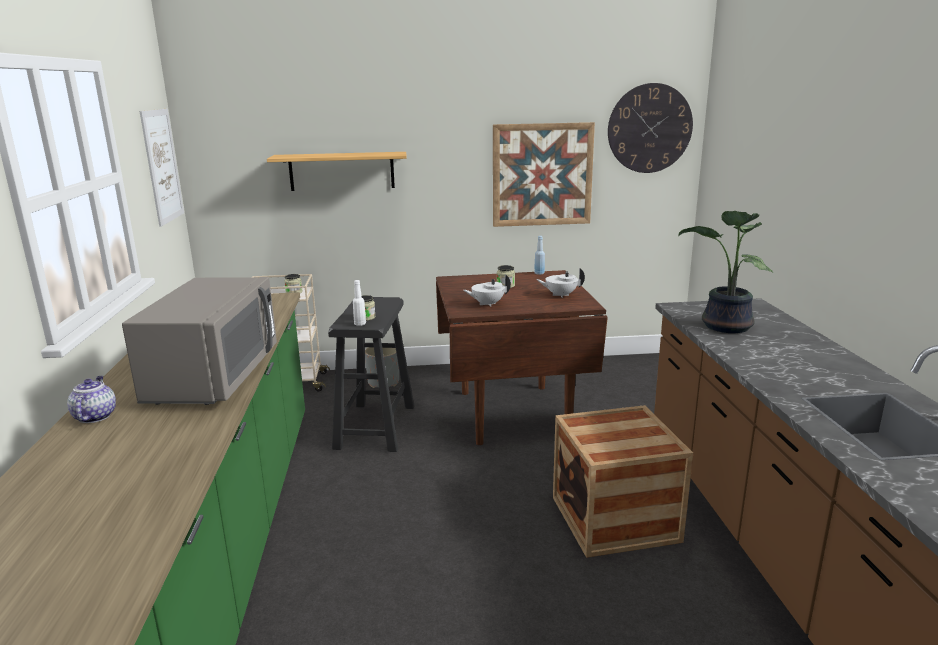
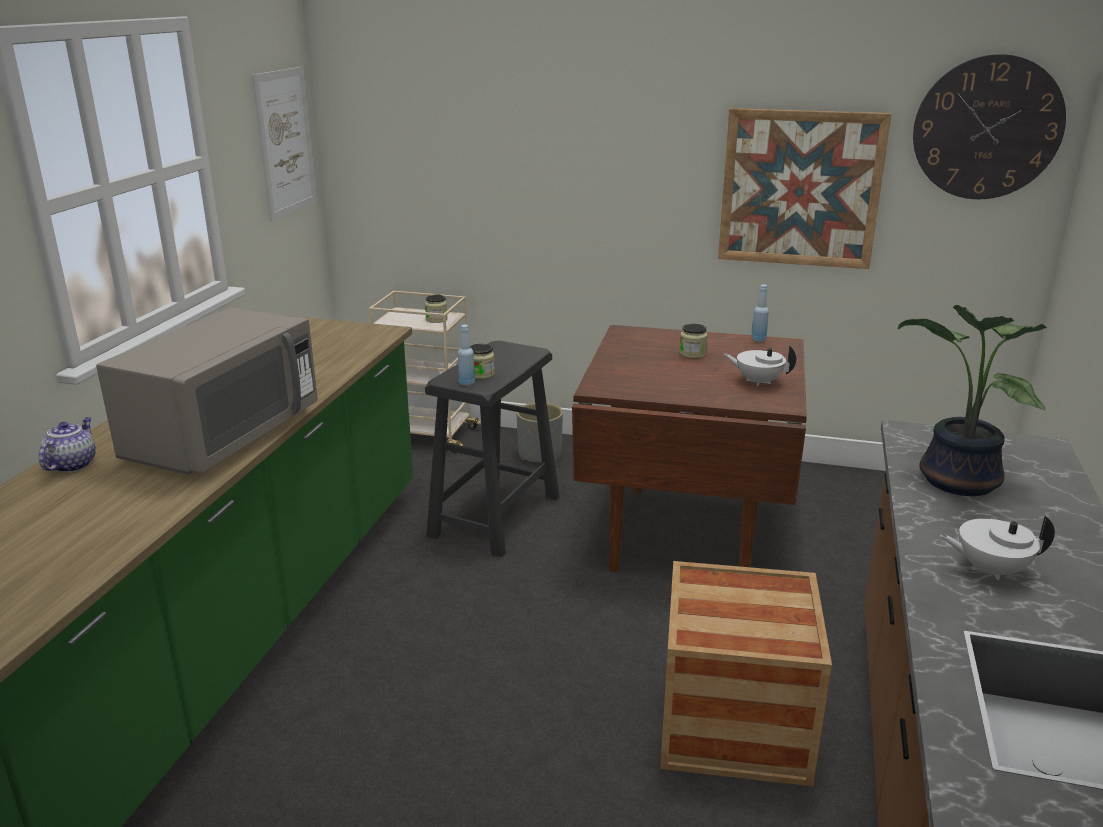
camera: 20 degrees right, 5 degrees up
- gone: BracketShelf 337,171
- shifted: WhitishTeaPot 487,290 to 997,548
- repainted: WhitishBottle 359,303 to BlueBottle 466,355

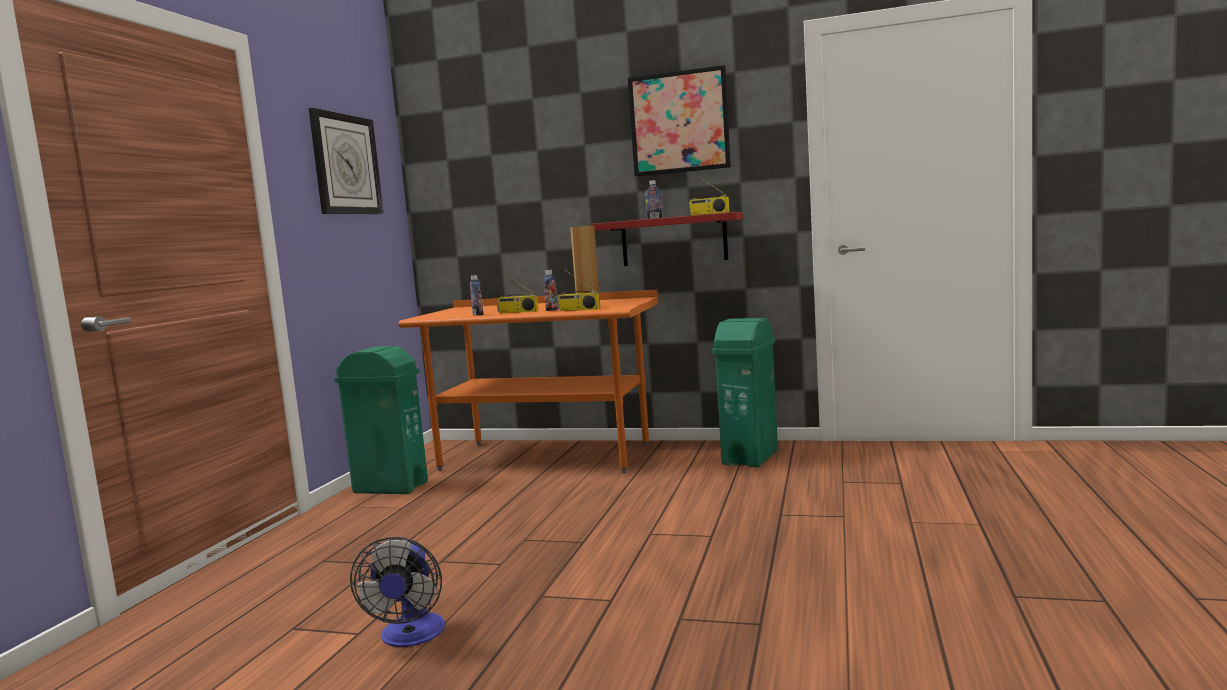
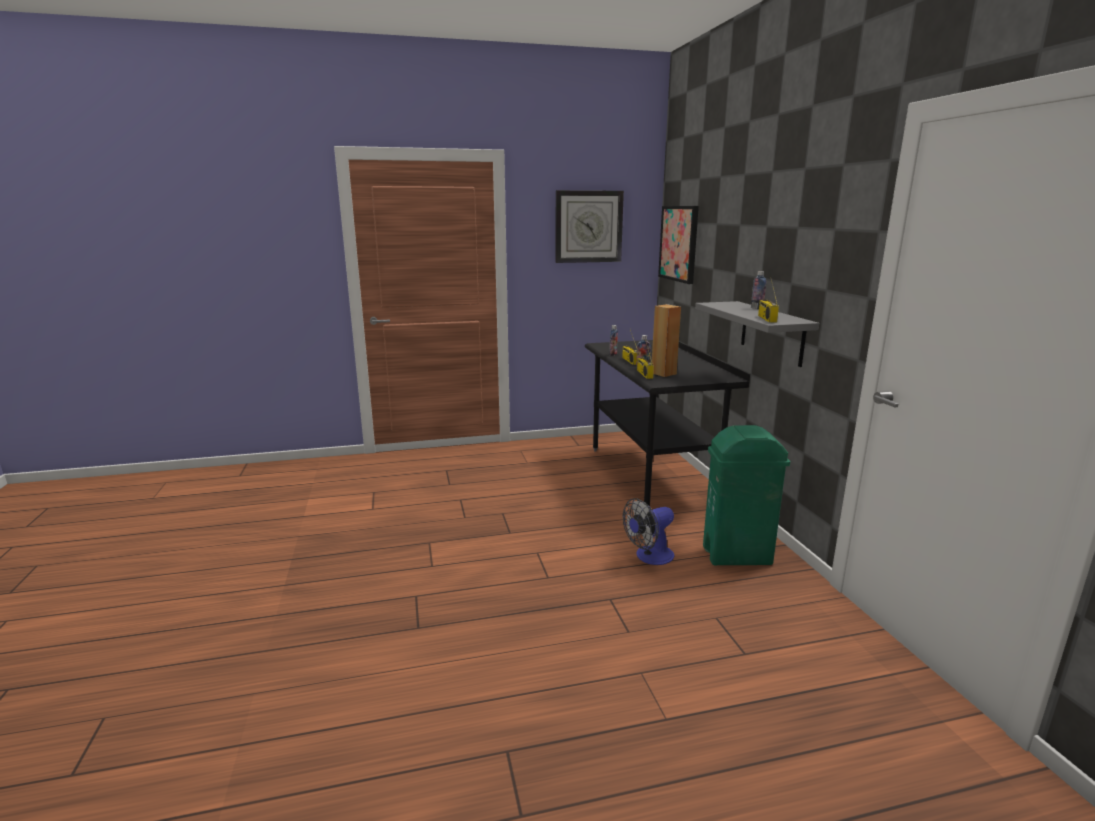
camera: 60 degrees right, 10 degrees up
- gone: GreenColouredWasteBin 381,420
- shifted: CoolingFan 397,592 to 648,531
- shifted: WallPicture 679,120 to 678,245
- repainted: OrangeyDesk 528,381 to BlackishDesk 667,423
- repainted: RedColouredBracketShelf 667,239 to GrayBracketShelf 757,334

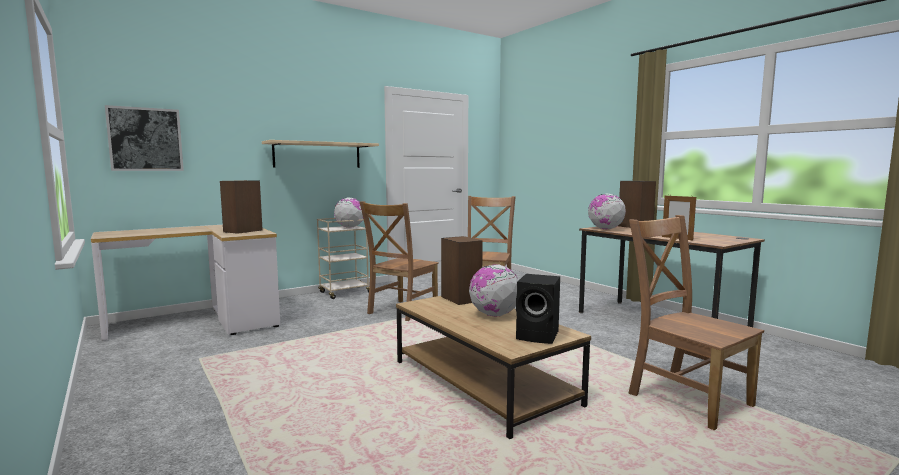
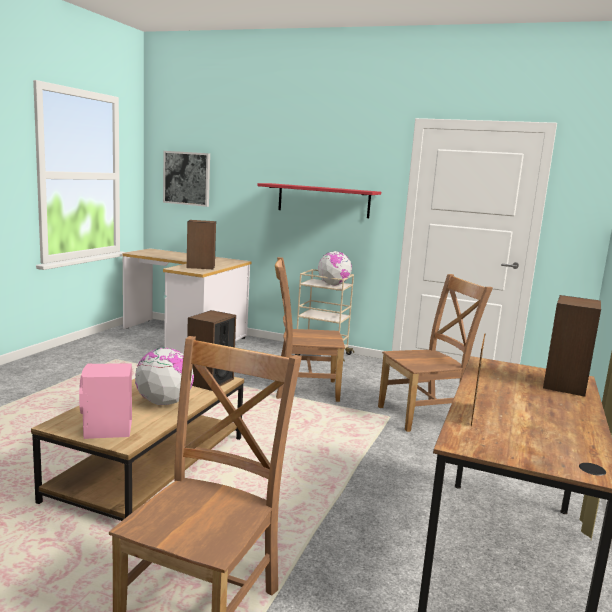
camera: 55 degrees right, 5 degrees up
- gone: Globe 607,211
- repainted: SandColouredBracketShelf 320,154 to RedColouredBracketShelf 319,200
- repainted: BlackishLoudspeaker 538,309 to PinkishLoudspeaker 105,401

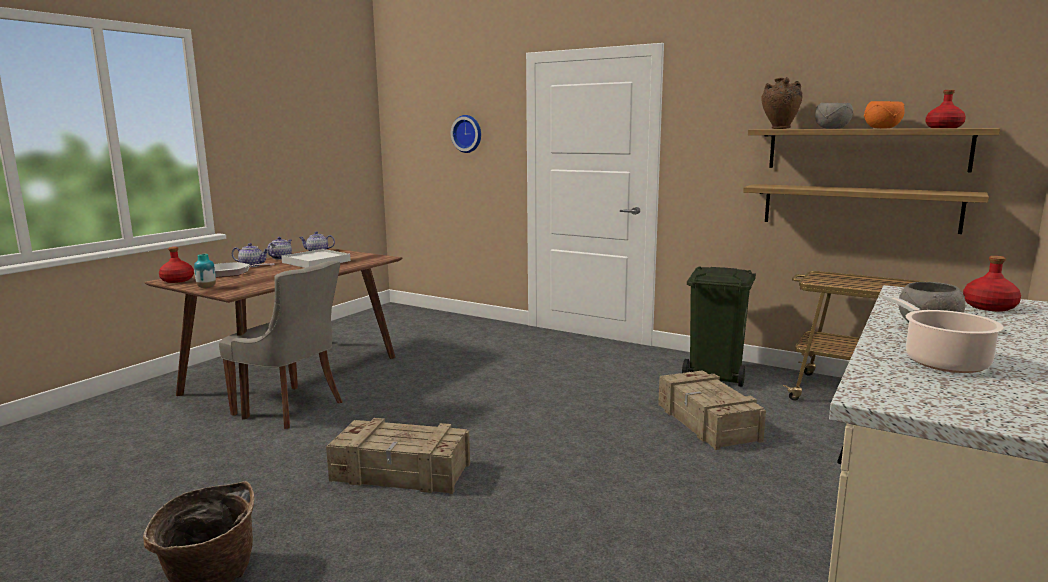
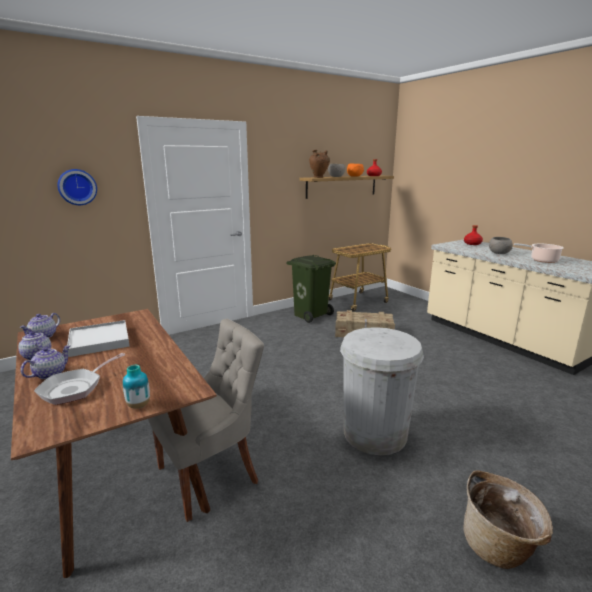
camera: 65 degrees left, 5 degrees up
- gone: RedColouredBottle 176,265
- gone: BracketShelf 866,209
- swapped: ShippingCrate 398,456 to WhitishWasteBin 382,391

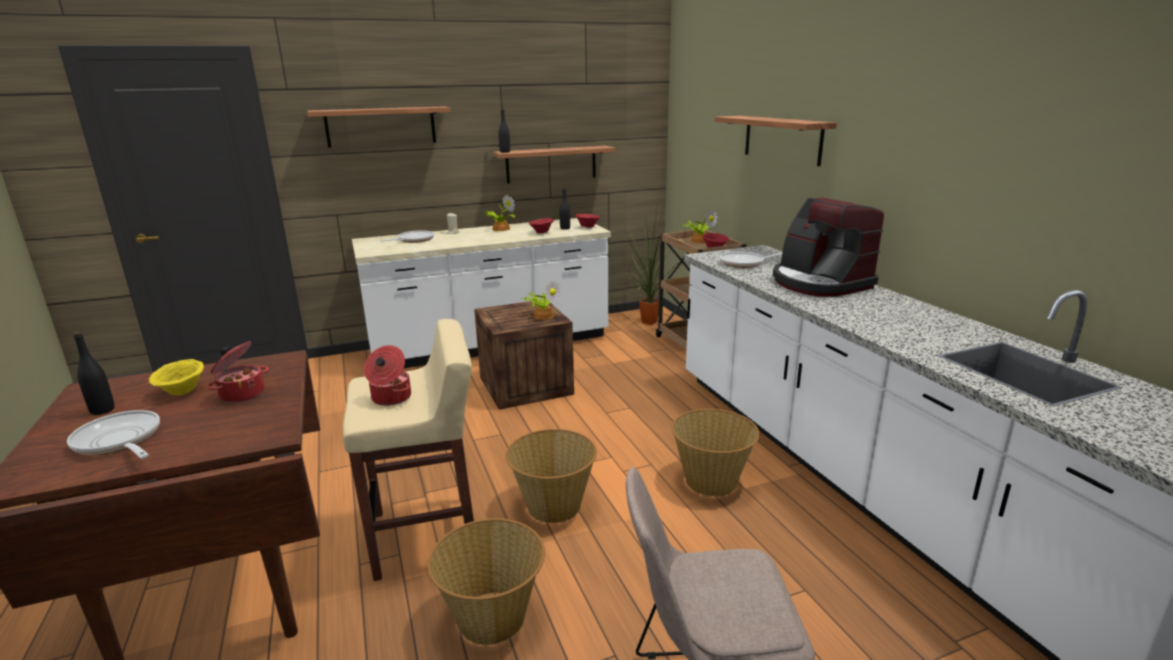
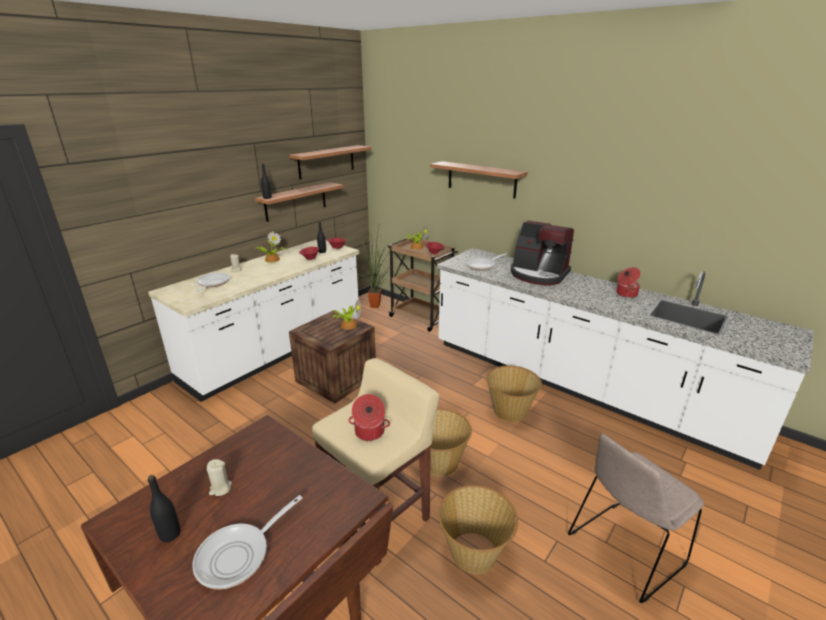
camera: 30 degrees left, 5 degrees up
- shifted: Saucepot 237,372 to 628,282
- shifted: BracketShelf 379,127 to 330,162
- swapped: YellowishServingBowl 176,377 to SandColouredWaxLight 219,477
- rotated: FryingPan 113,434 = 247,542 60 degrees counterclockwise

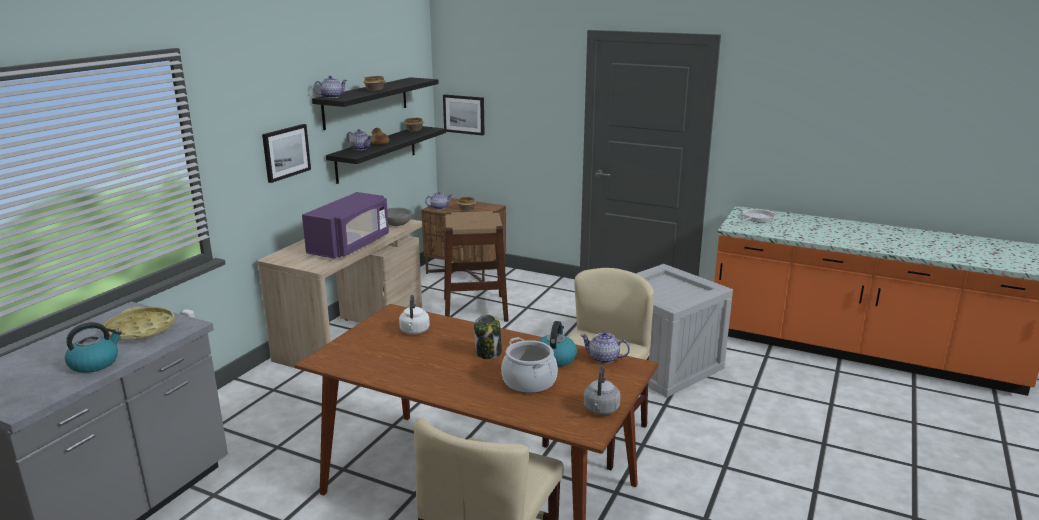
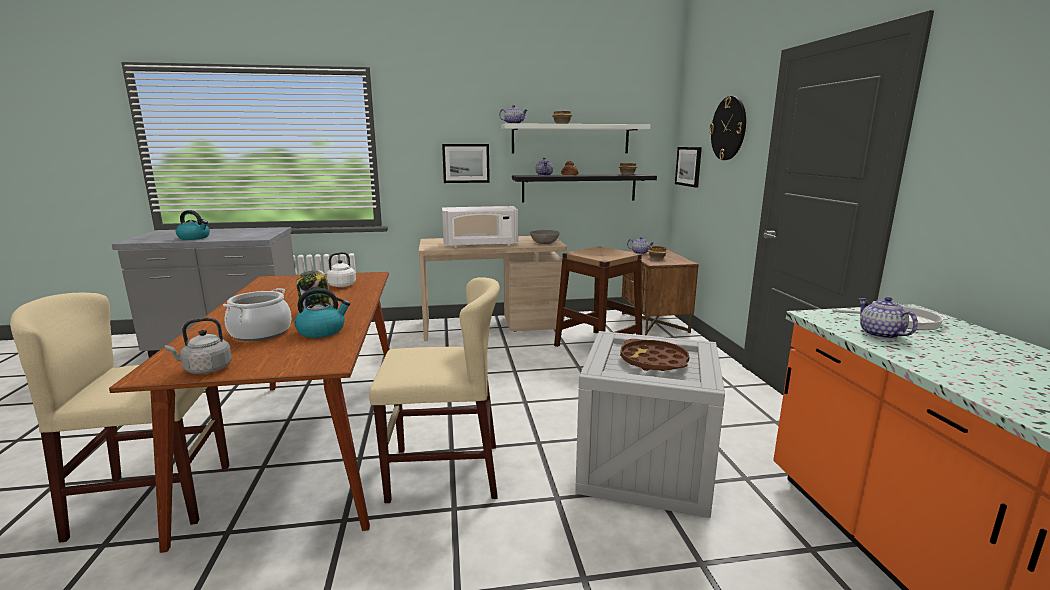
camera: 55 degrees right, 5 degrees down
- gone: YellowishCarryingTray 139,324
- new: BrownColouredCarryingTray 654,355
- new: WallClock 727,128
- shifted: TeaPot 605,347 to 888,318
- repainted: PurpleColouredKitchenMicrowave 345,225 to WhitishKitchenMicrowave 480,227
- repainted: BlackishBracketShelf 375,103 to WhitishBracketShelf 575,138

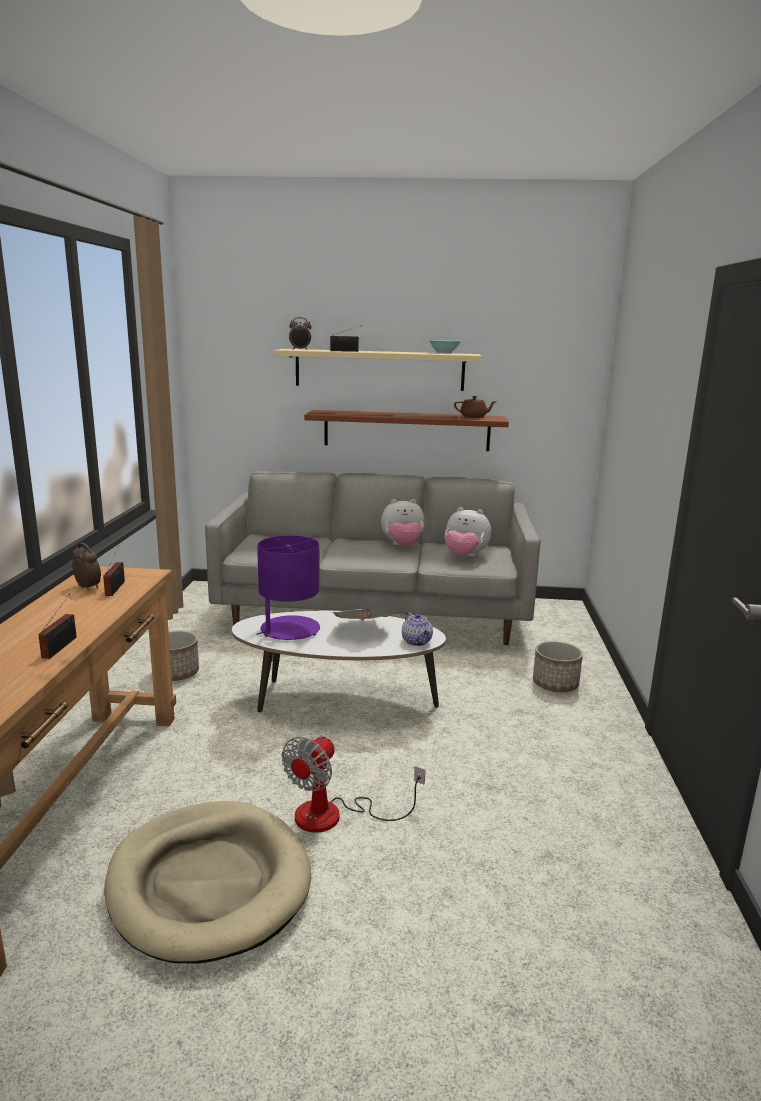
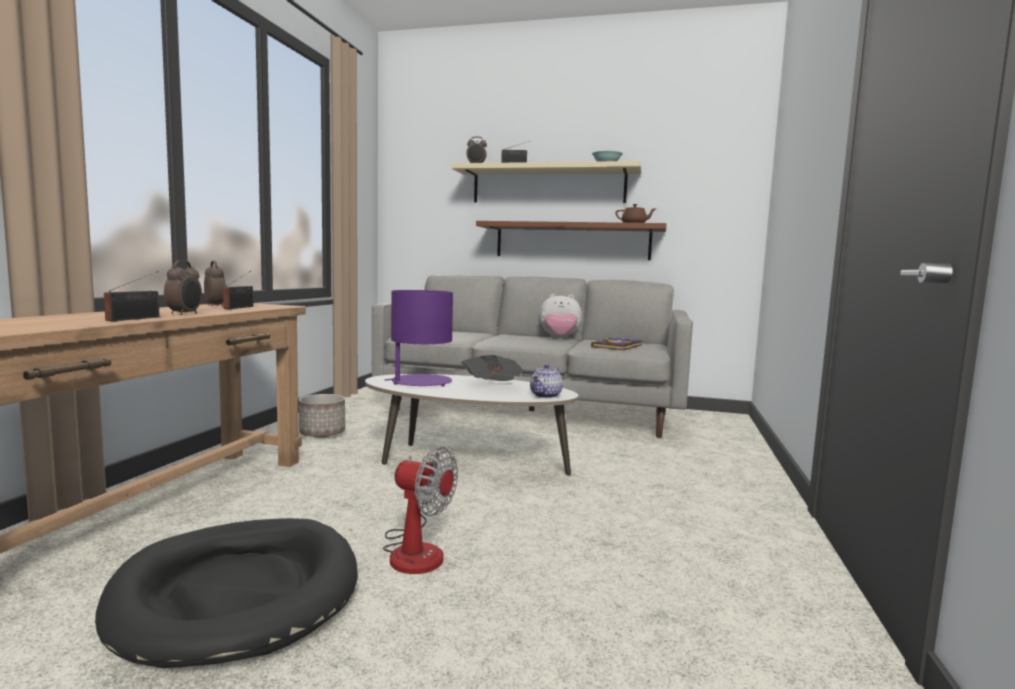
camera: 10 degrees right, 10 degrees down
- gone: FlowerPot 558,666
- new: TableClock 183,287
- swapped: SoftToy 468,532 to Volume 617,343
- repainted: SandColouredDogBed 208,882 to BlackishDogBed 226,593
- rotated: CoolingFan 353,784 = 420,510 105 degrees counterclockwise
- rotated: TeaPot 417,629 = 546,381 45 degrees clockwise

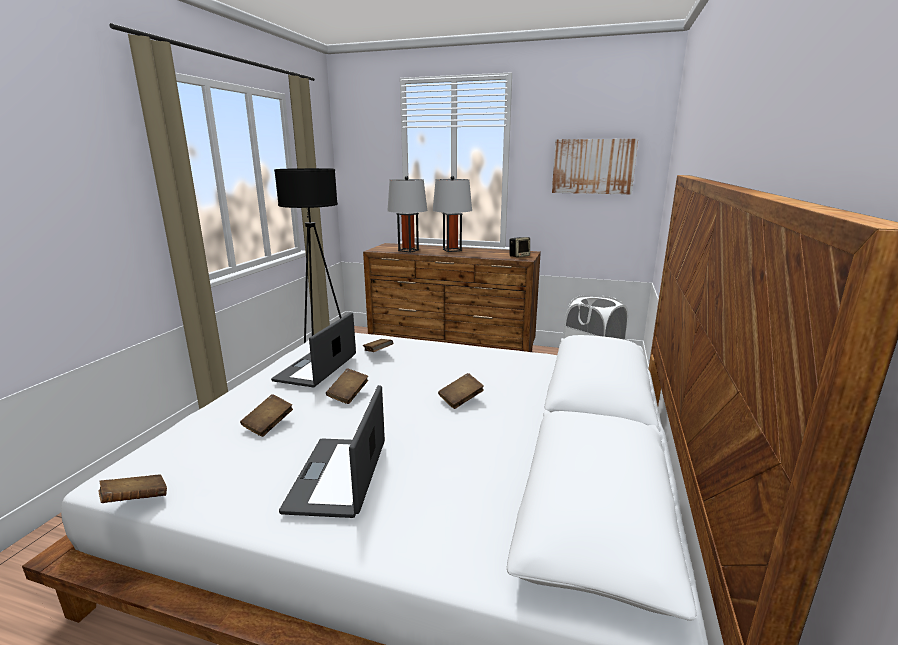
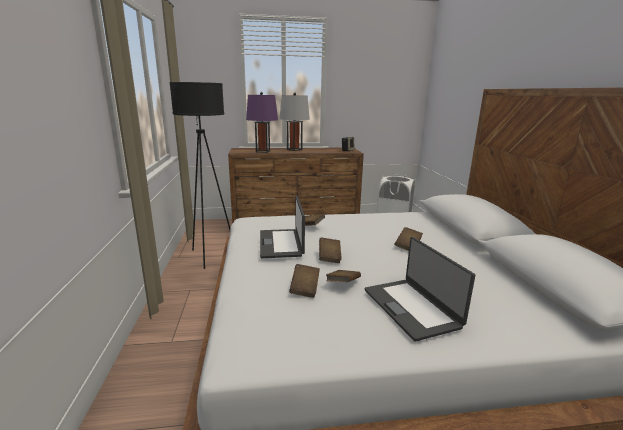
camera: 25 degrees left, 0 degrees up
- gone: WallPicture 595,167
- shifted: BrownColouredVolume 132,489 to 343,276
- repainted: GrayTableLamp 407,214 to PurpleColouredTableLamp 262,122

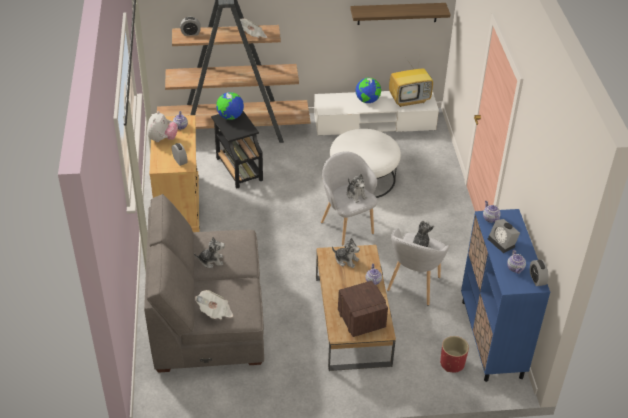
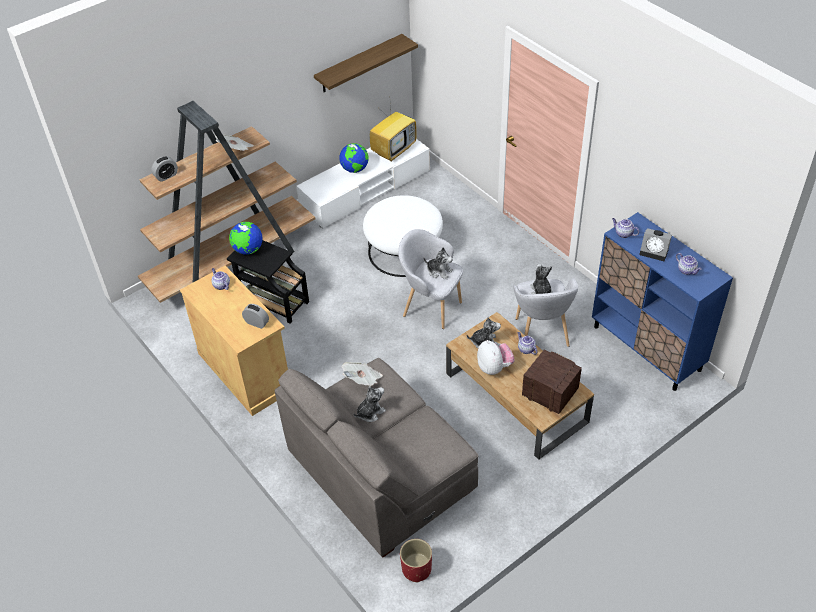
camera: 30 degrees left, 5 degrees up
- gone: TableClock 539,272
- shifted: SoftToy 162,126 to 495,357
- shifted: DailyPaper 214,304 to 362,374
- shifted: RedColouredFlowerPot 454,354 to 416,560

